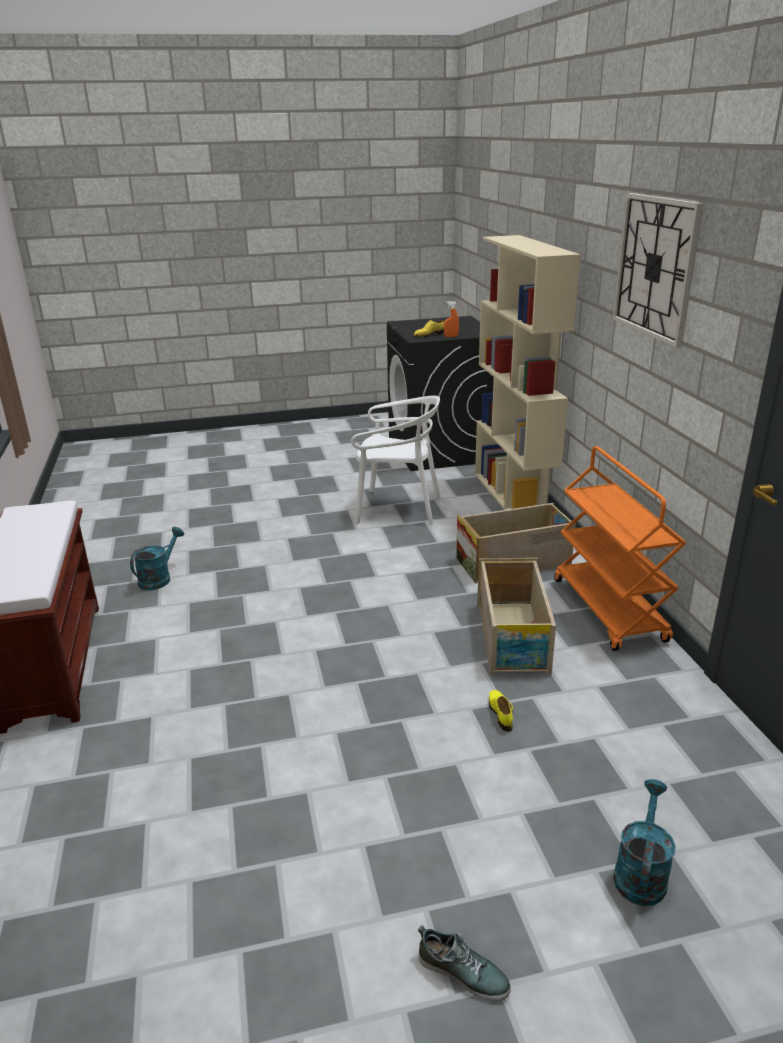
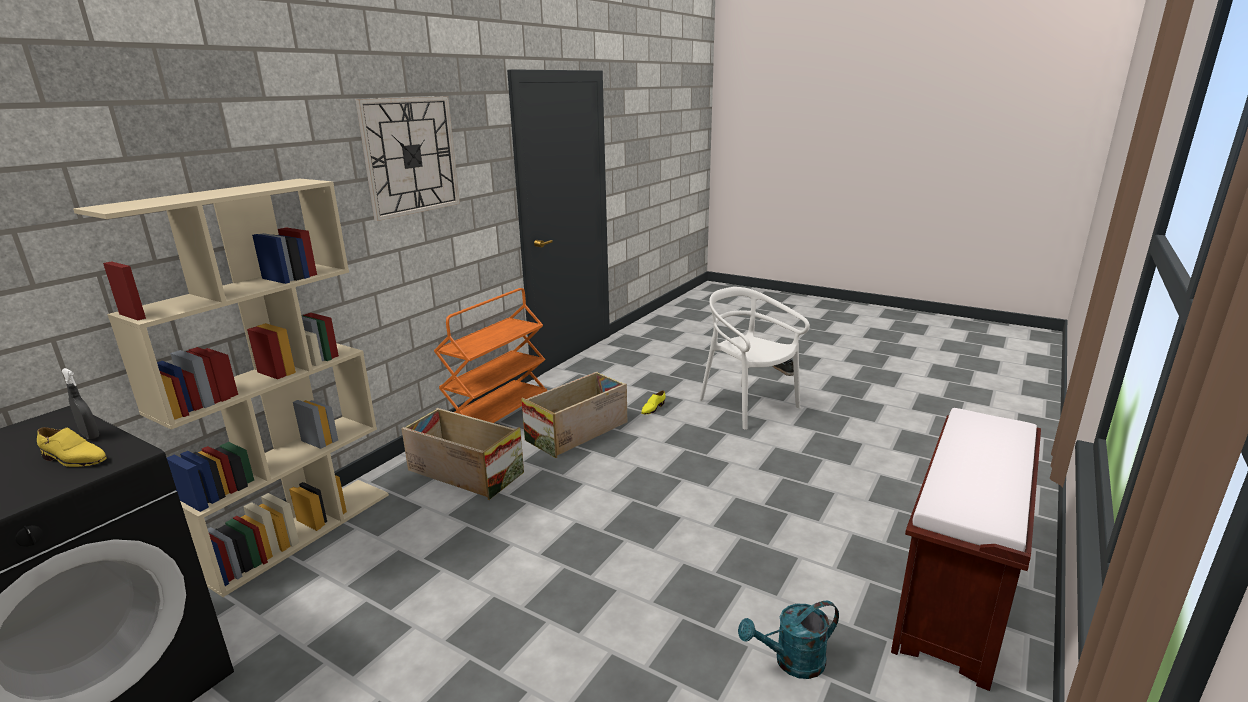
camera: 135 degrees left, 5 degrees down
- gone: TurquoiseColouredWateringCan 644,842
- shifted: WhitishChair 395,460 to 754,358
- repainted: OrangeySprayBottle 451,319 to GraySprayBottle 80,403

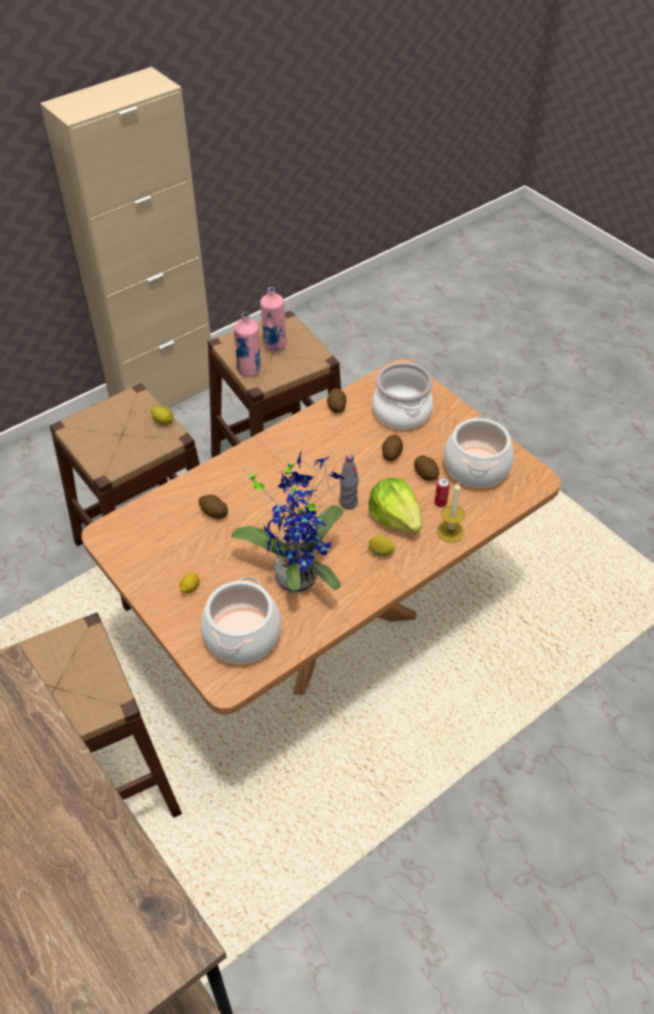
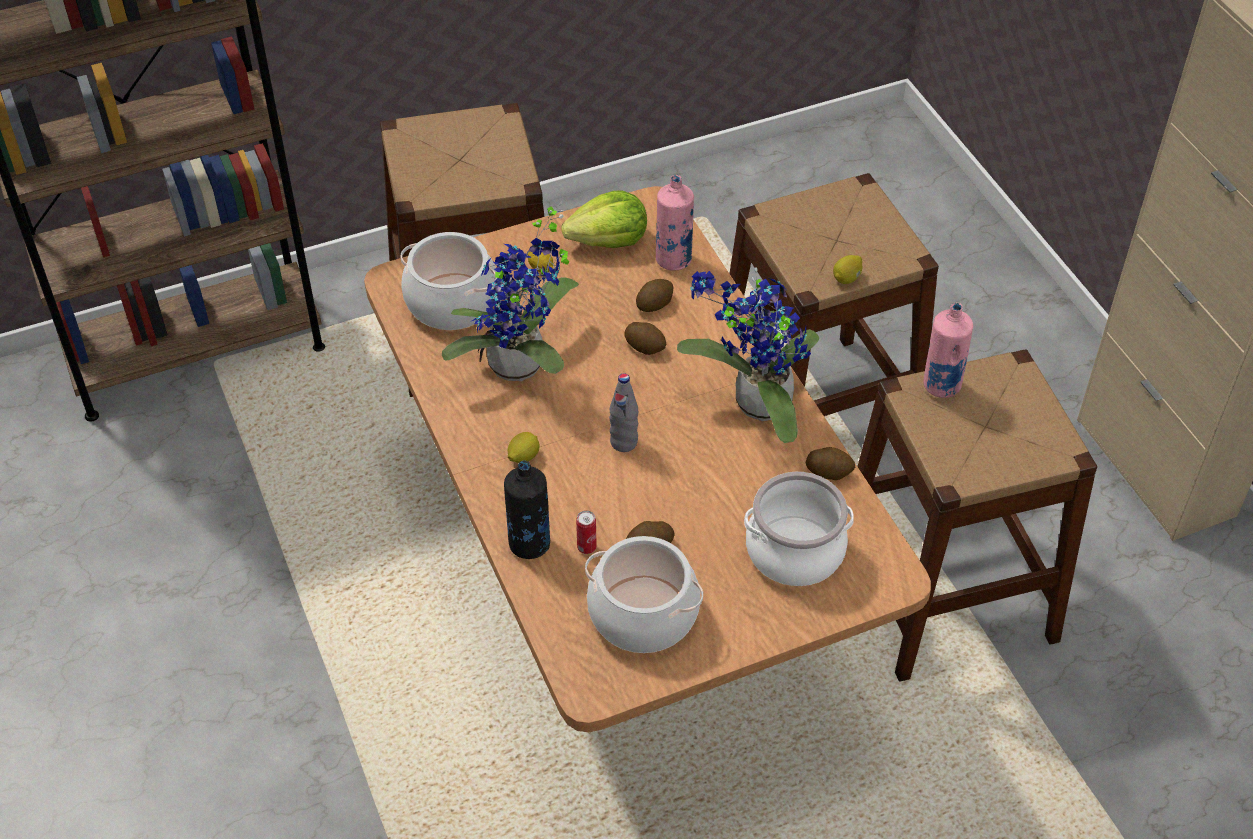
camera: 105 degrees right, 0 degrees up
- new: PlantInAPot 748,355
- shifted: PinkishBottle 273,319 to 675,223
- shifted: HeadOfLettuce 395,505 to 604,219
- shifted: Potato 392,448 to 645,338
- swapped: WaxLight 451,512 to BlackishBottle 527,509

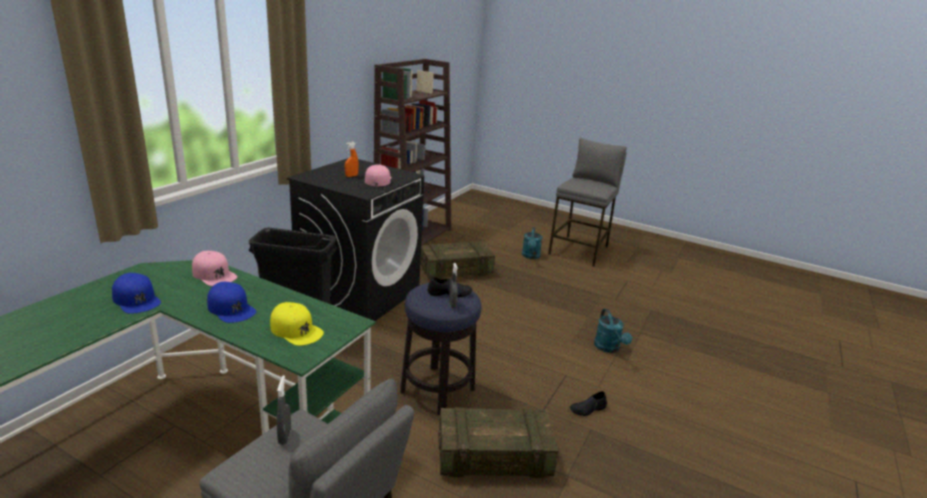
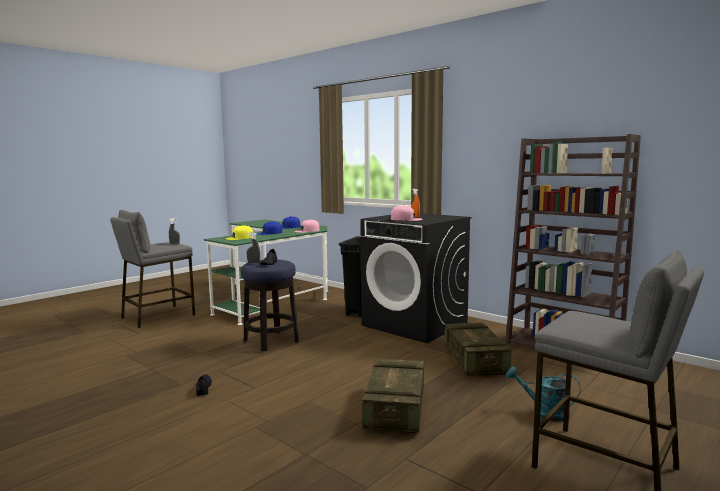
camera: 105 degrees right, 15 degrees down
- gone: TurquoiseColouredWateringCan 613,331
- shifted: ShippingCrate 498,442 to 393,396

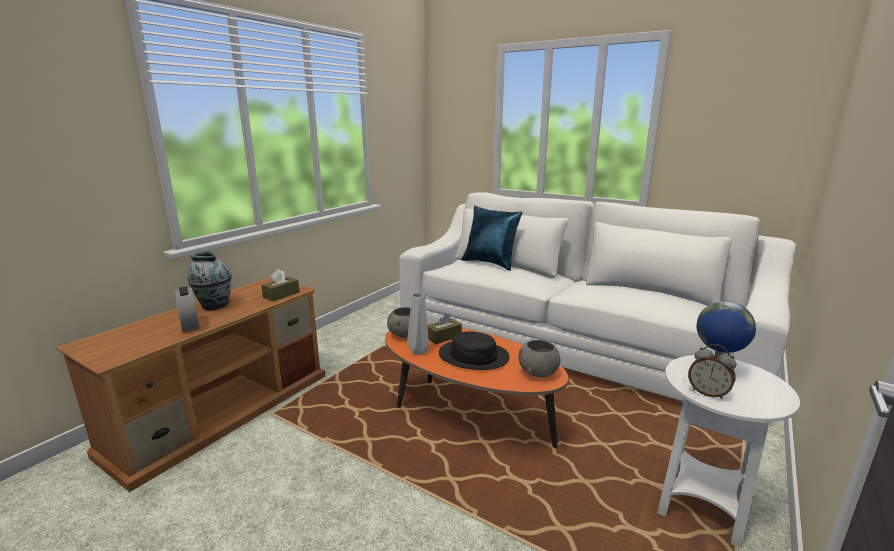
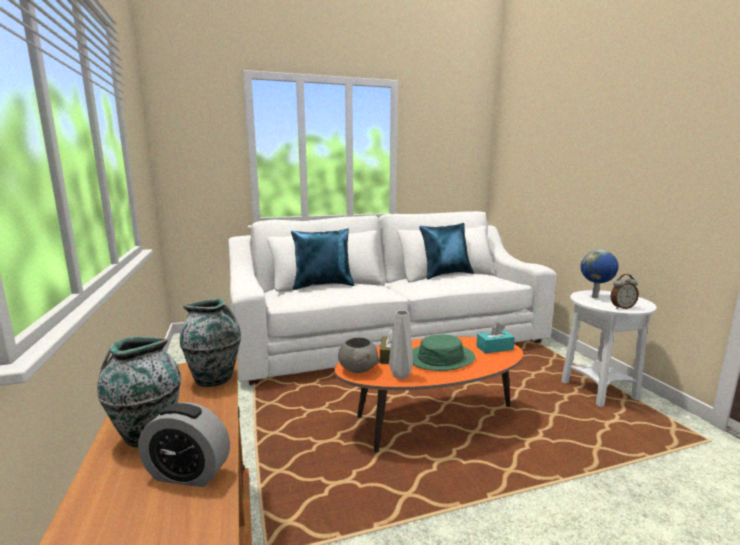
camera: 50 degrees left, 5 degrees down
- new: BlueCushion 446,251
- swapped: BrownColouredTissueHolder 280,285 to DecorativeVase 210,342
- swapped: GrayServingBowl 539,358 to TurquoiseColouredTissueHolder 495,338
- repainted: BlackishClothingHat 474,350 to GreenColouredClothingHat 443,352

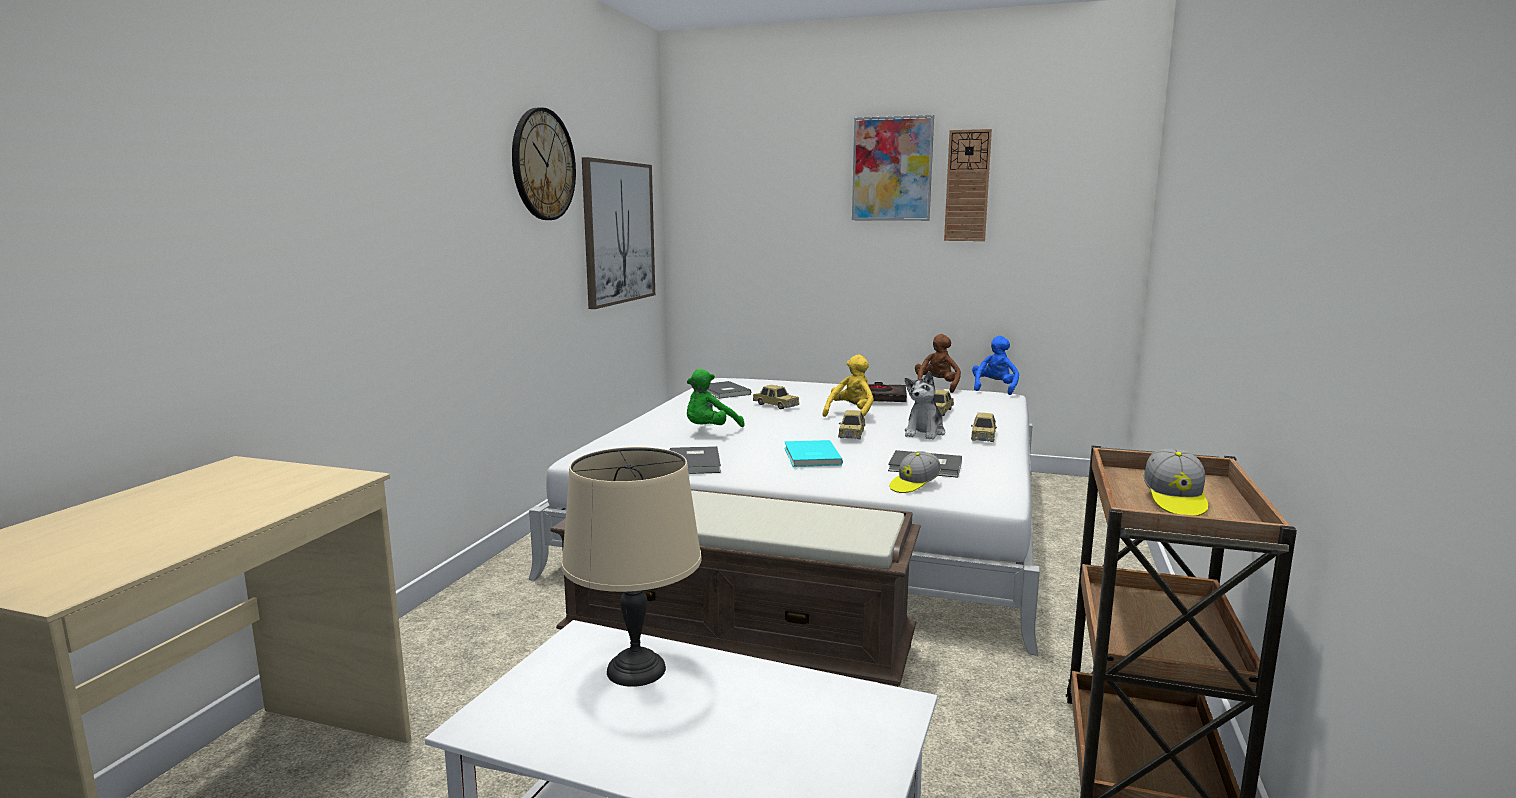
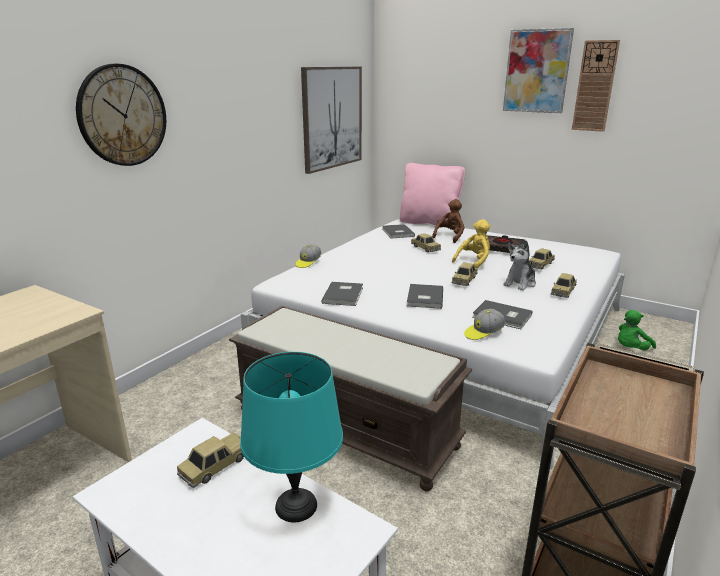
camera: 15 degrees right, 10 degrees up
- gone: BlueSoftToy 995,365
- new: TurquoiseColouredTableLamp 291,437
- new: PinkishCushion 432,194
- shifted: WallClock 544,163 to 121,115
- shifted: GreenColouredSoftToy 715,398 to 637,330
- shifted: BrownColouredSoftToy 938,363 to 448,221
- shifted: PeakedCap 1176,482 to 308,256
- swapped: SandColouredTableLamp 631,567 to ToyCar 210,460
- repainted: TurquoiseColouredVolume 813,453 to GrayVolume 425,296

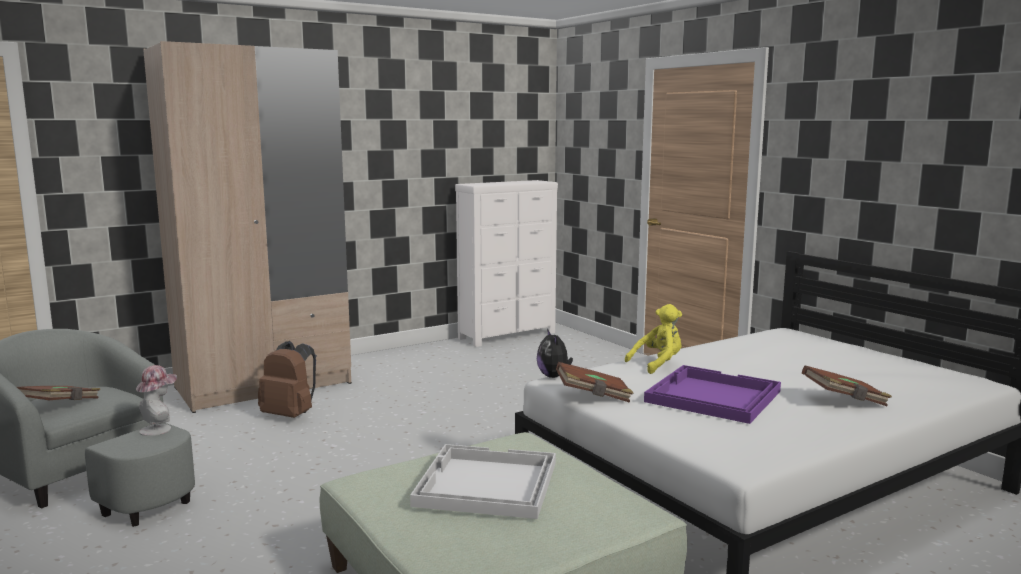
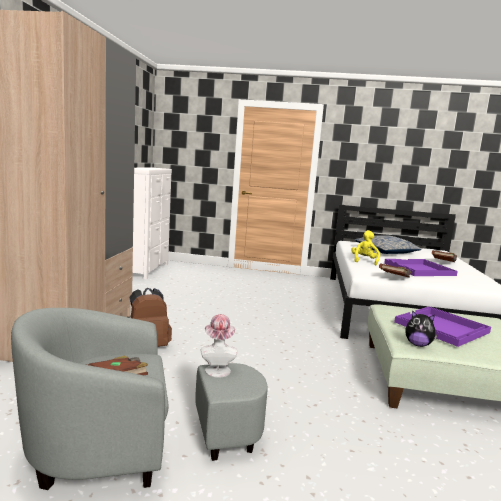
camera: 50 degrees left, 0 degrees up
- new: Cushion 388,245
- shifted: SoftToy 555,353 to 421,328
- repainted: WhitishCarryingTray 483,481 to PurpleColouredCarryingTray 442,326

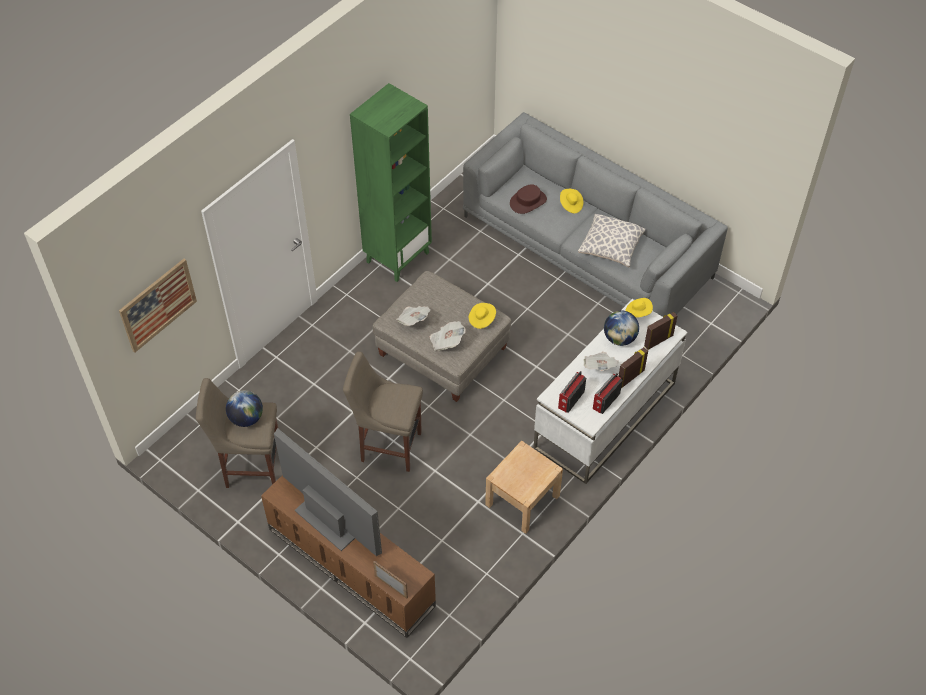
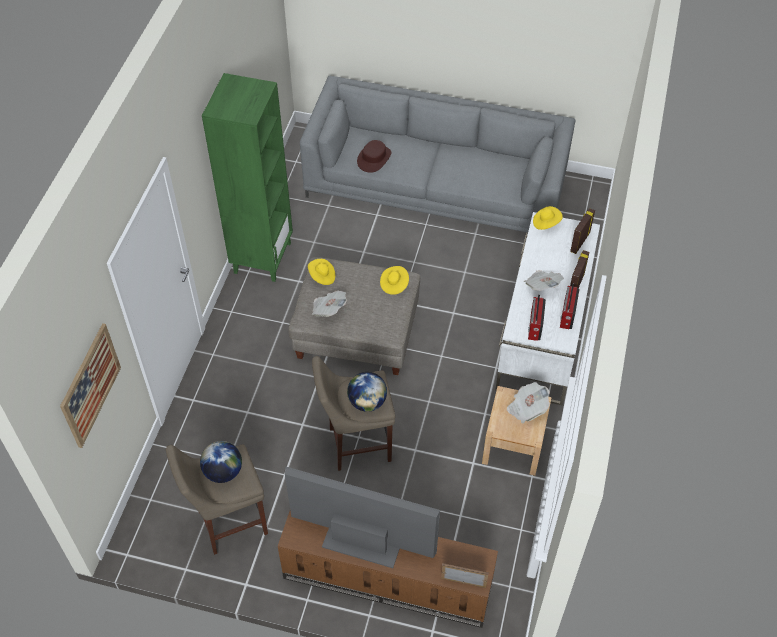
camera: 25 degrees left, 0 degrees up
- gone: Cushion 612,240
- shifted: DailyPaper 448,336 to 528,402
- shifted: YellowishClothingHat 571,201 to 321,272
- shifted: Globe 621,328 to 367,392

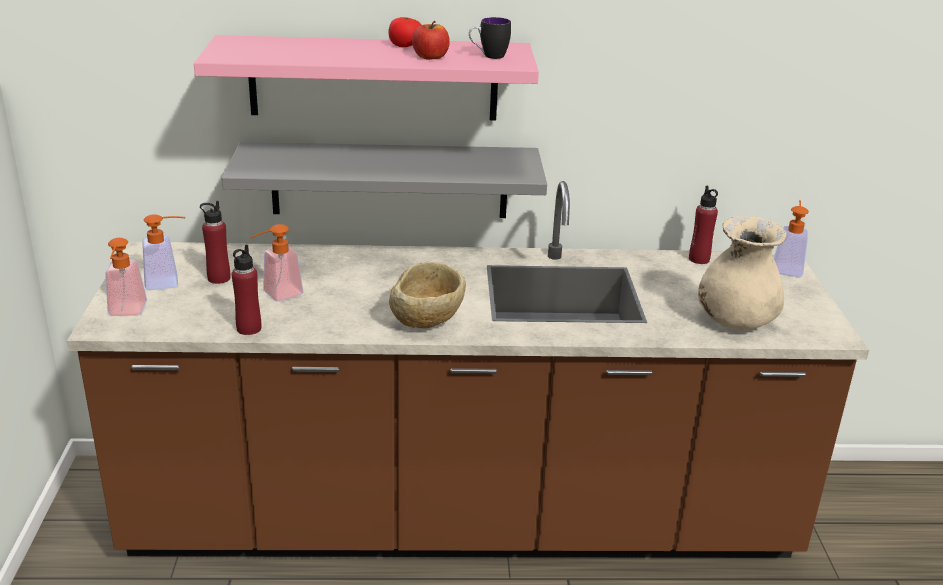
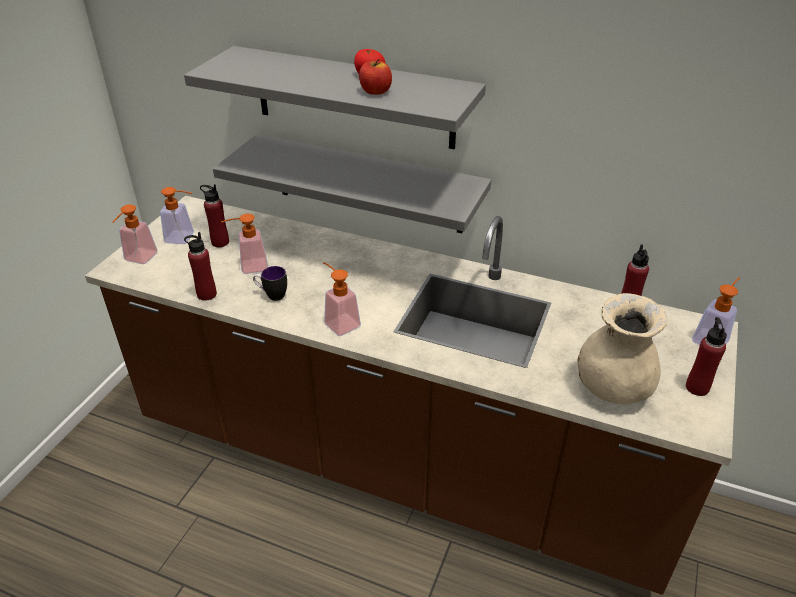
camera: 25 degrees right, 10 degrees up
- new: RedColouredBottle 706,356
- shifted: TeaMug 490,38 to 270,283
- swapped: SandColouredServingBowl 427,295 to SoapDispenser 342,299
- repainted: PinkishBracketShelf 366,77 to GrayBracketShelf 335,97

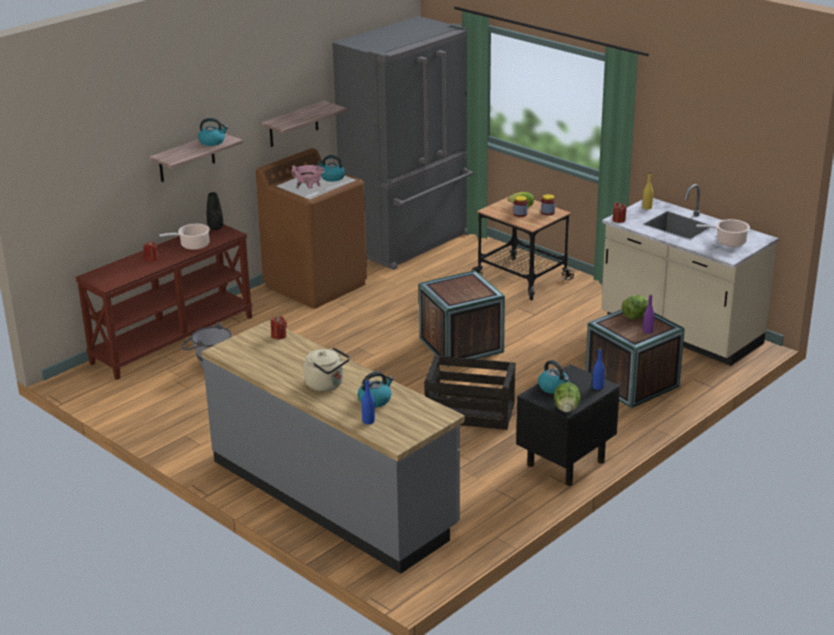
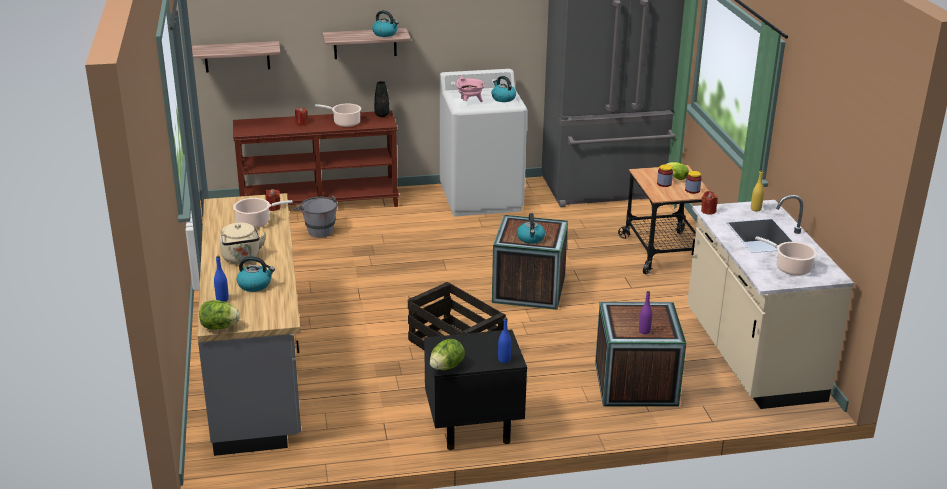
camera: 35 degrees right, 0 degrees up
- new: Saucepot 263,213
- shifted: BracketShelf 304,124 to 236,57
- shifted: TeaKettle 553,377 to 531,228
- shifted: HeadOfLettuce 635,307 to 219,315
- repainted: BrownColouredLaundryAppliance 311,228 to WhitishLaundryAppliance 483,143

